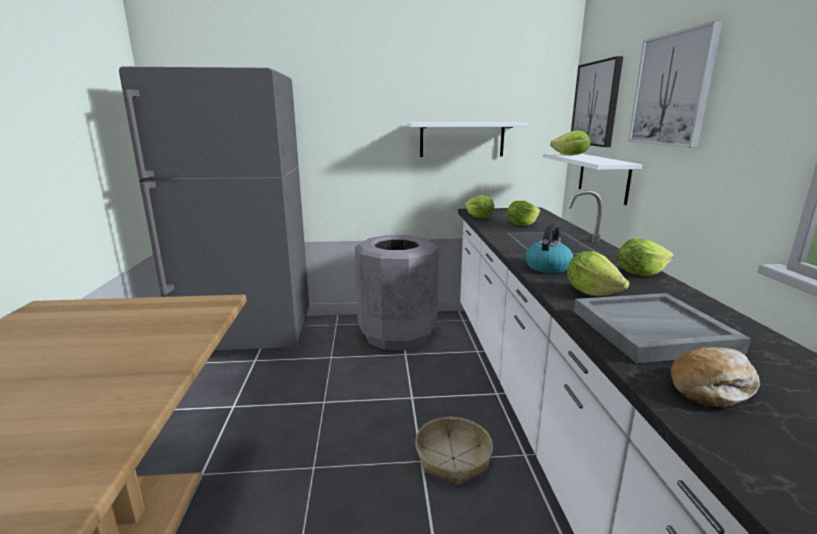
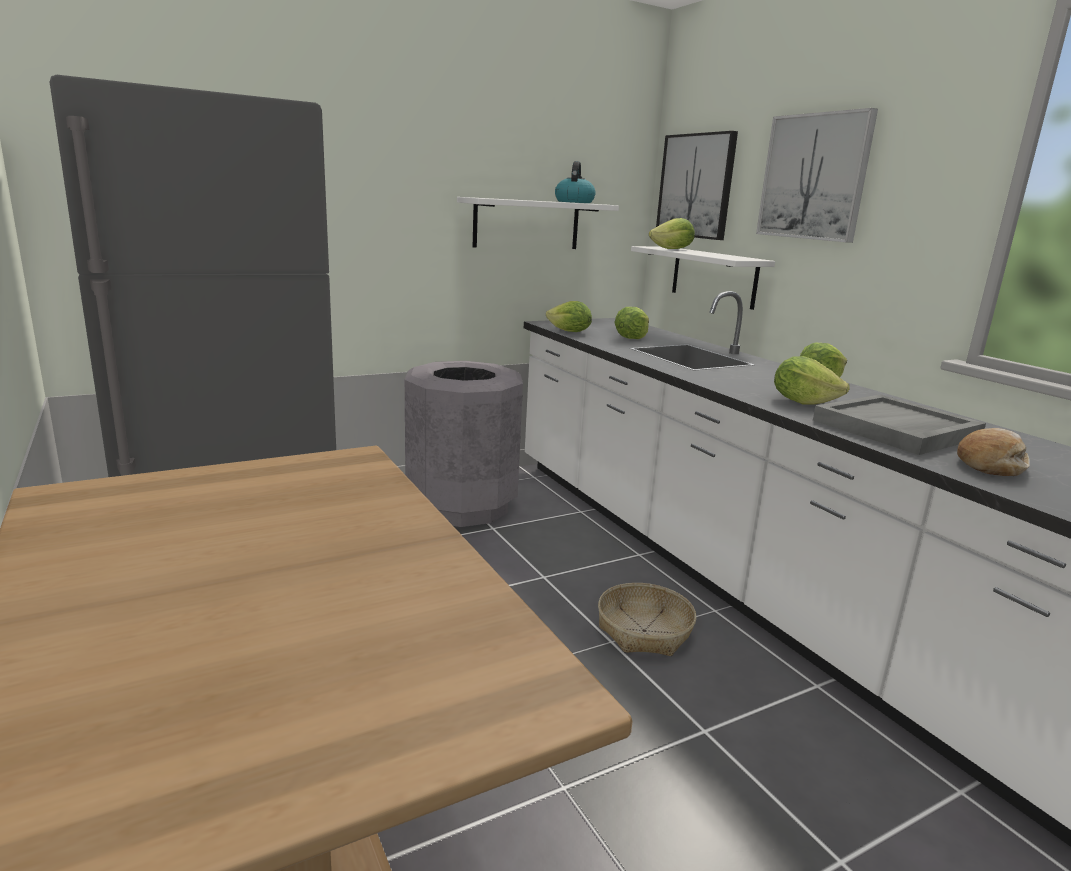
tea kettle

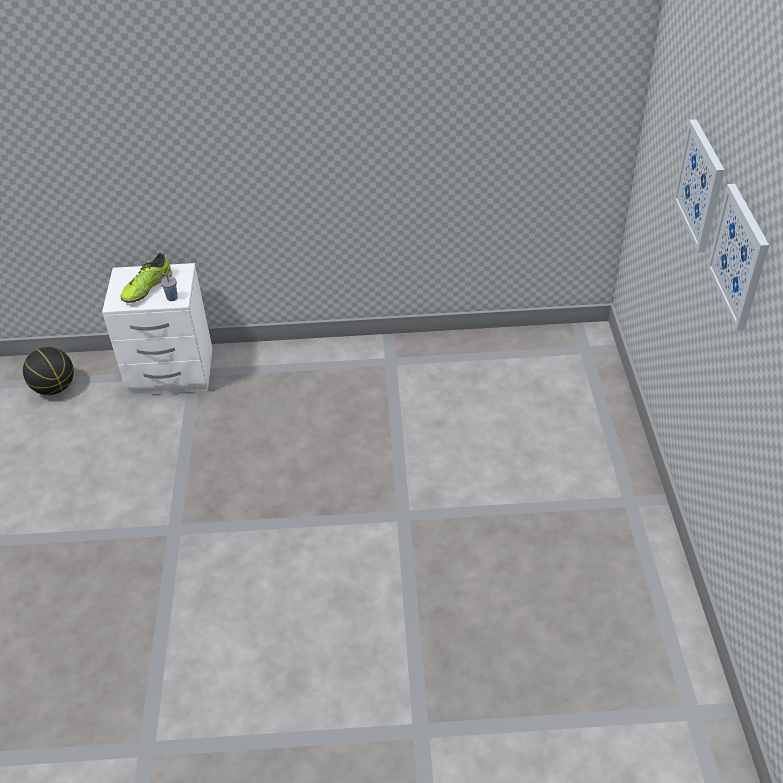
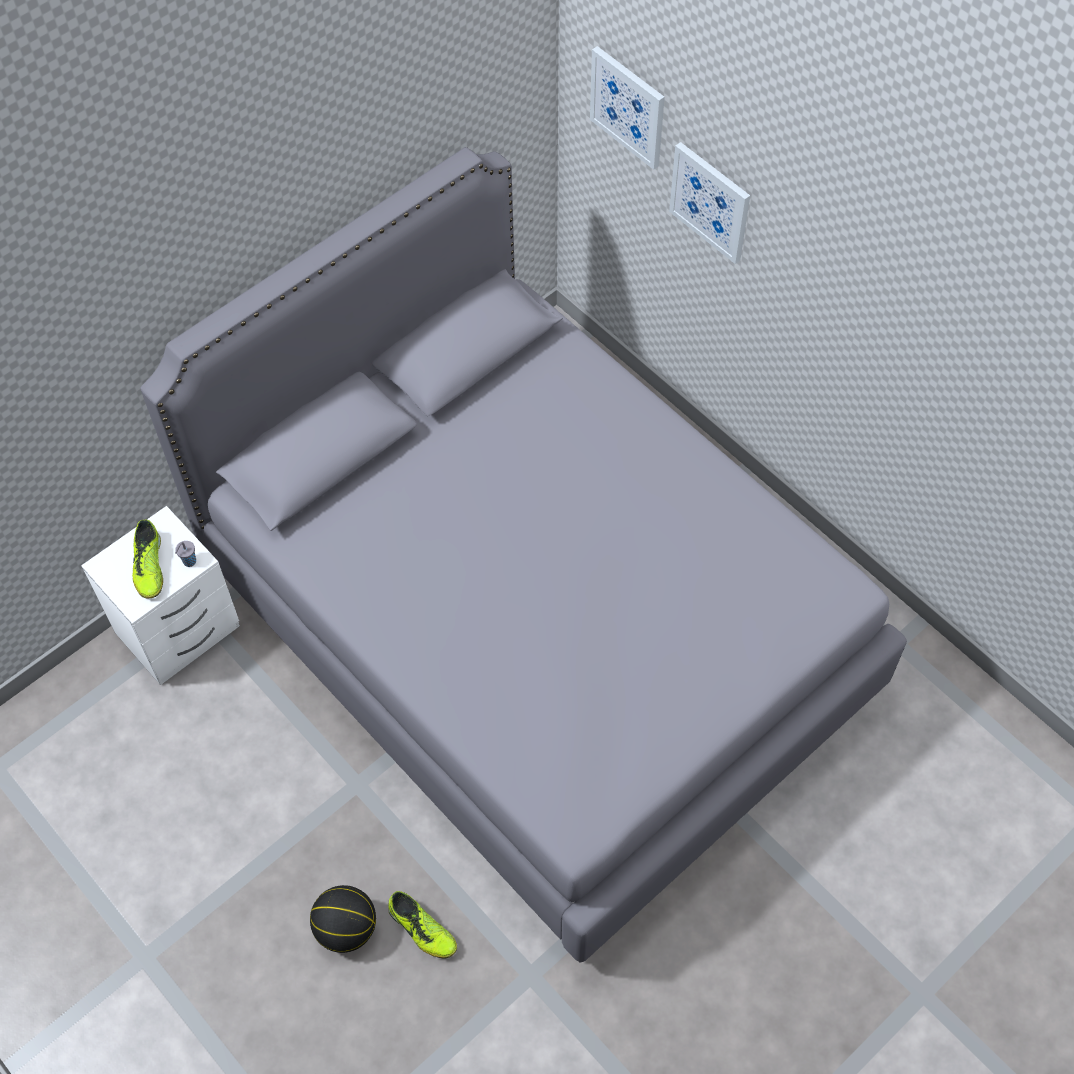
basketball
wall art (1st from left)
bed/greyish
item of footwear (2nd from left)

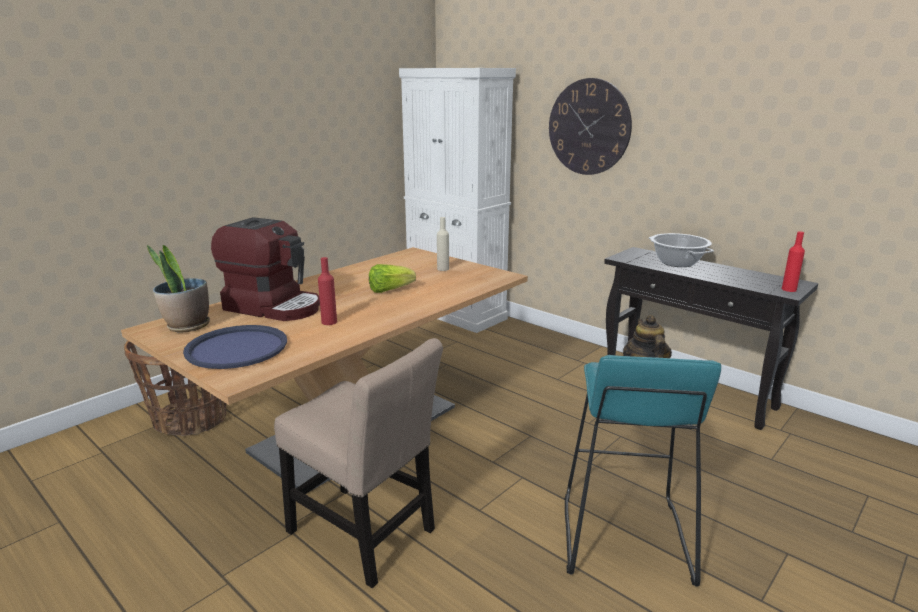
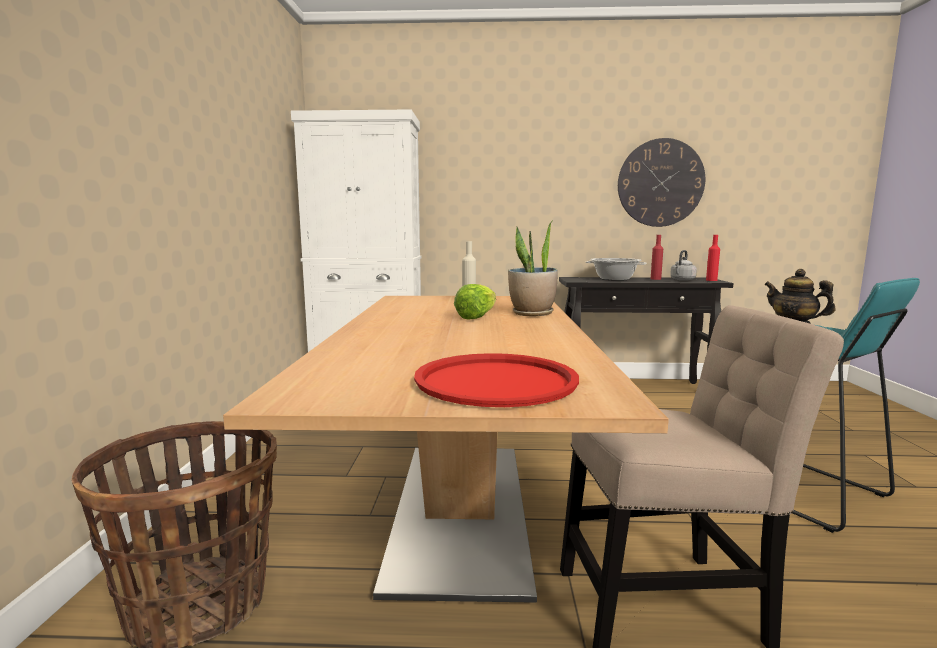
potted plant
tray/reddish
coffee machine
beverage bottle/reddish (1st from left)
hanging clock
tea kettle/greyish

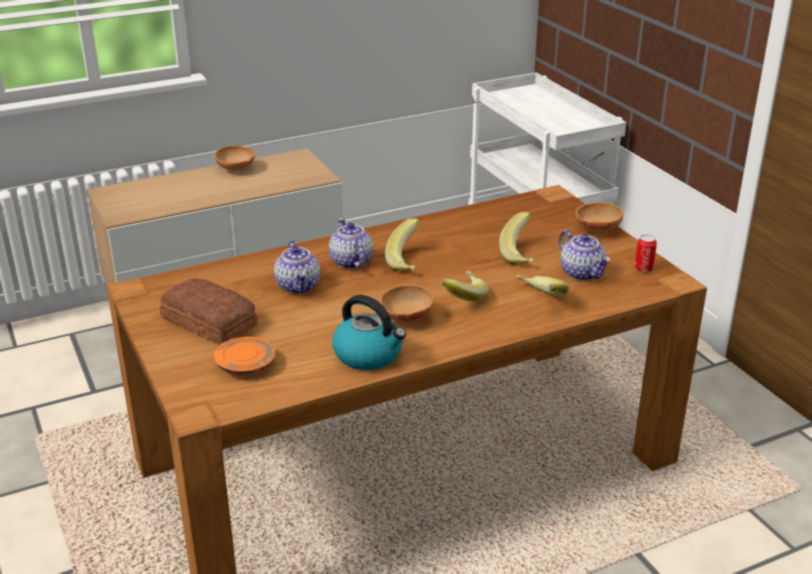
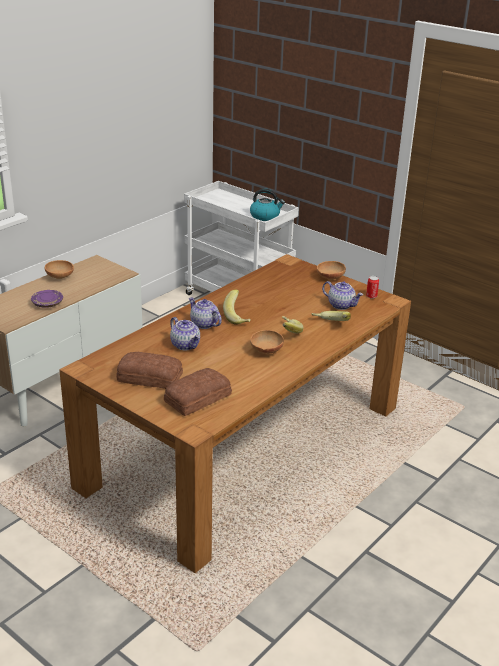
baked bread (2nd from left)
tea kettle
banana fruit (3rd from left in the first image)
dinner plate/purplish

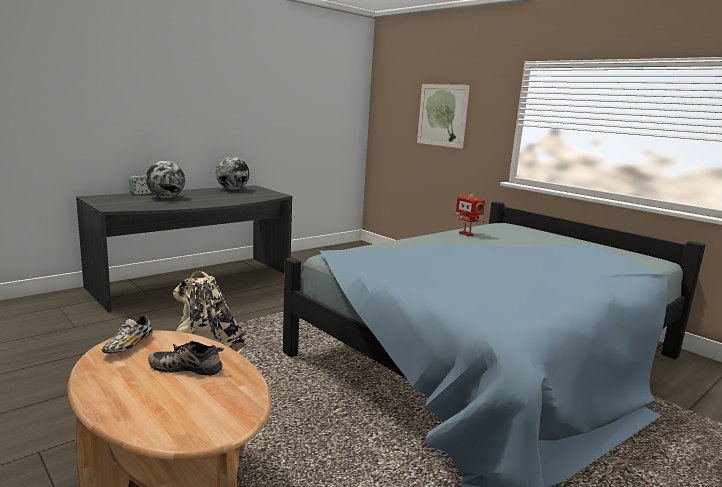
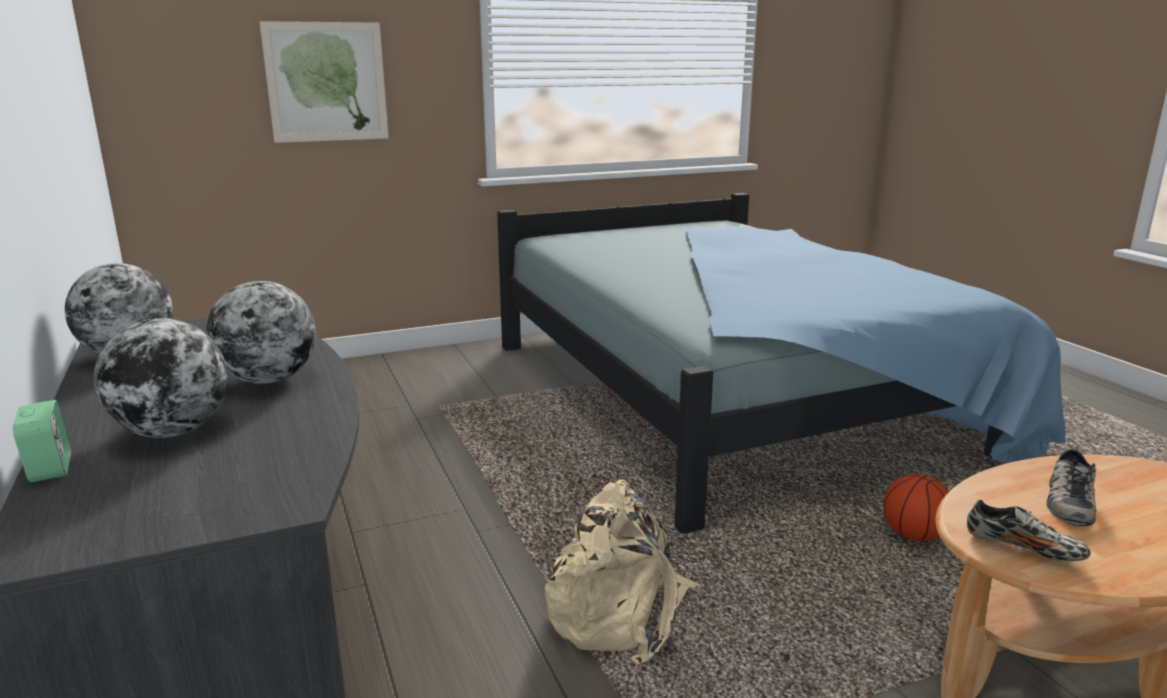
toy robot
globe (3rd from left)
basketball

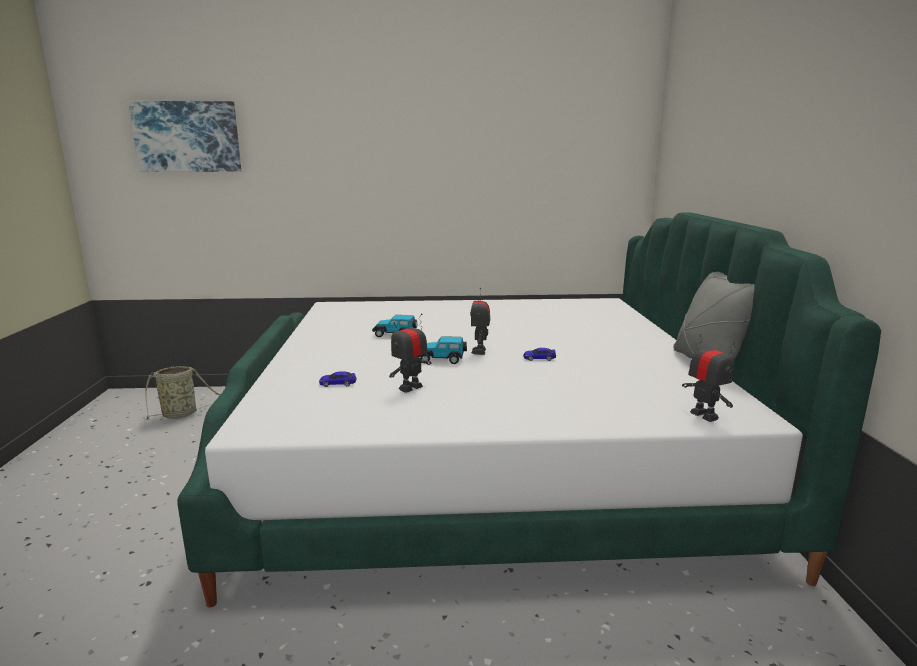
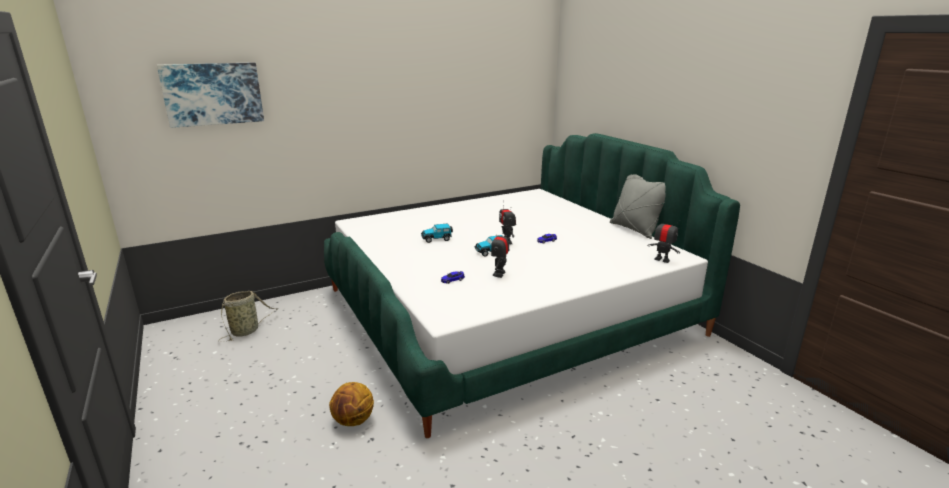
basketball

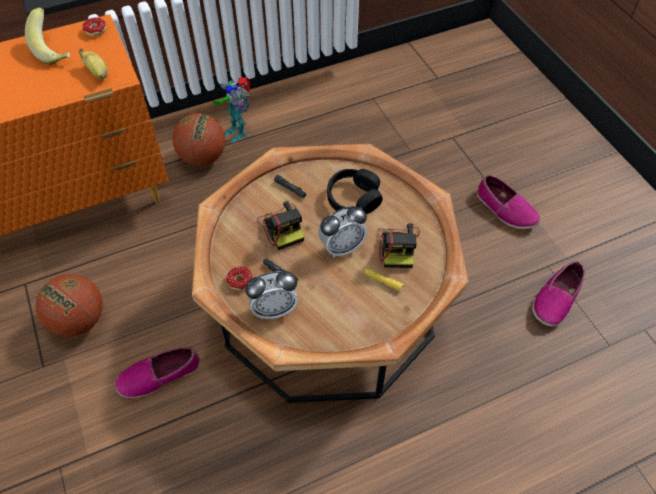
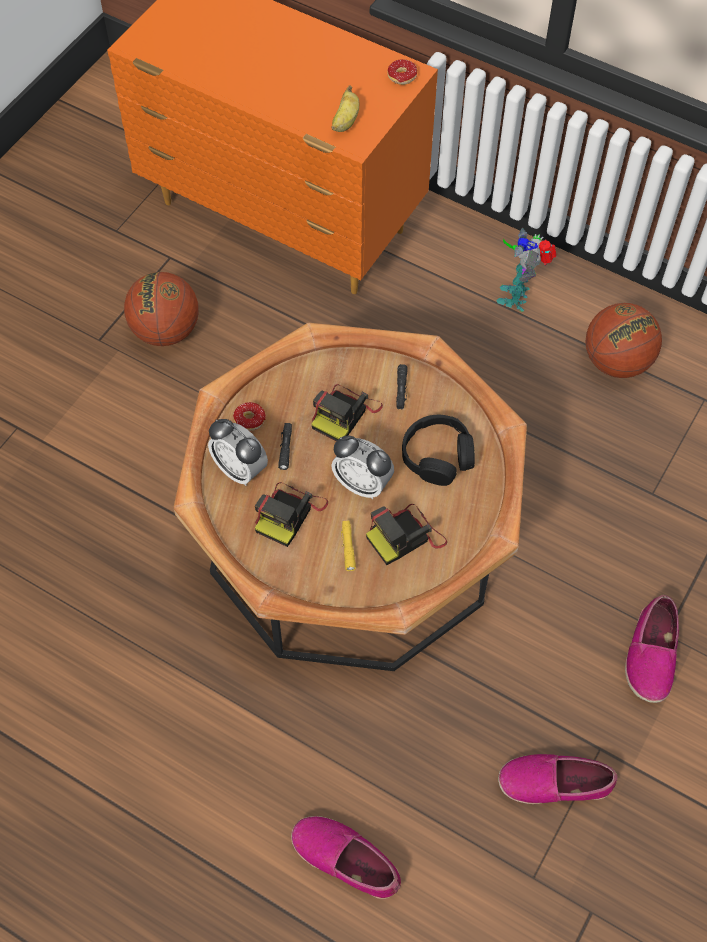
banana fruit (1st from left in the first image)
item of footwear (1st from left)
basketball (2nd from left)
still camera (1st from left)

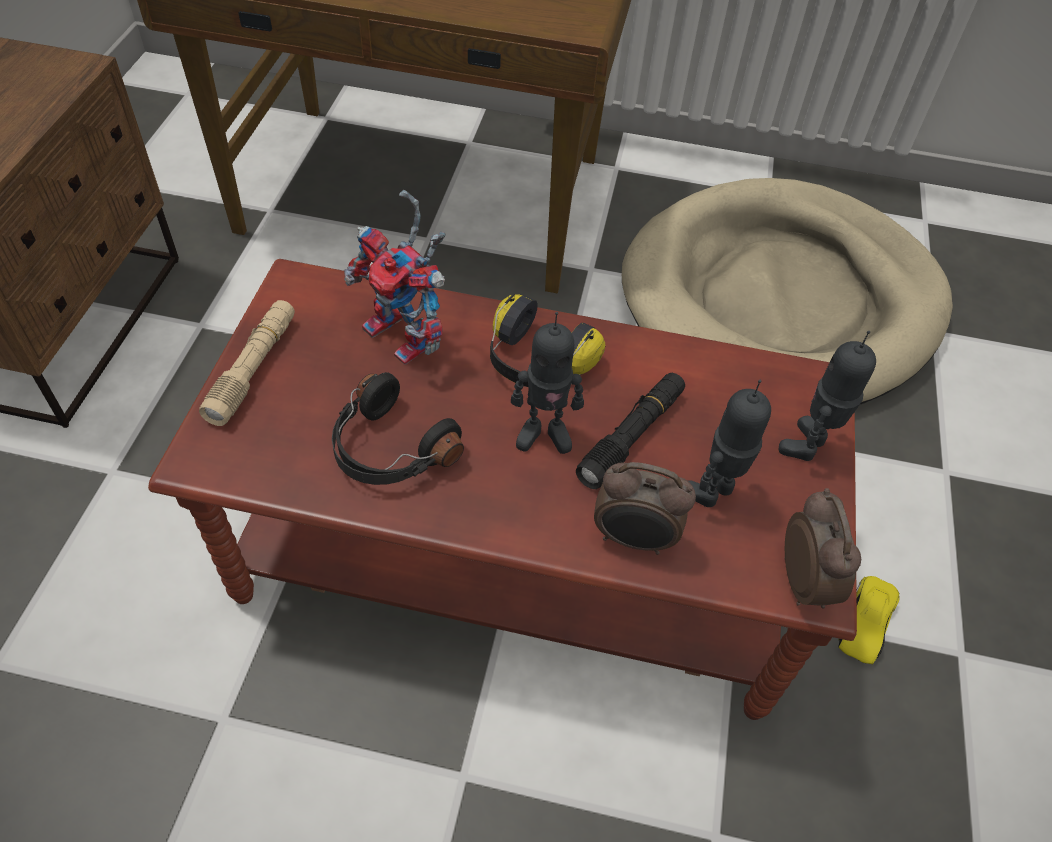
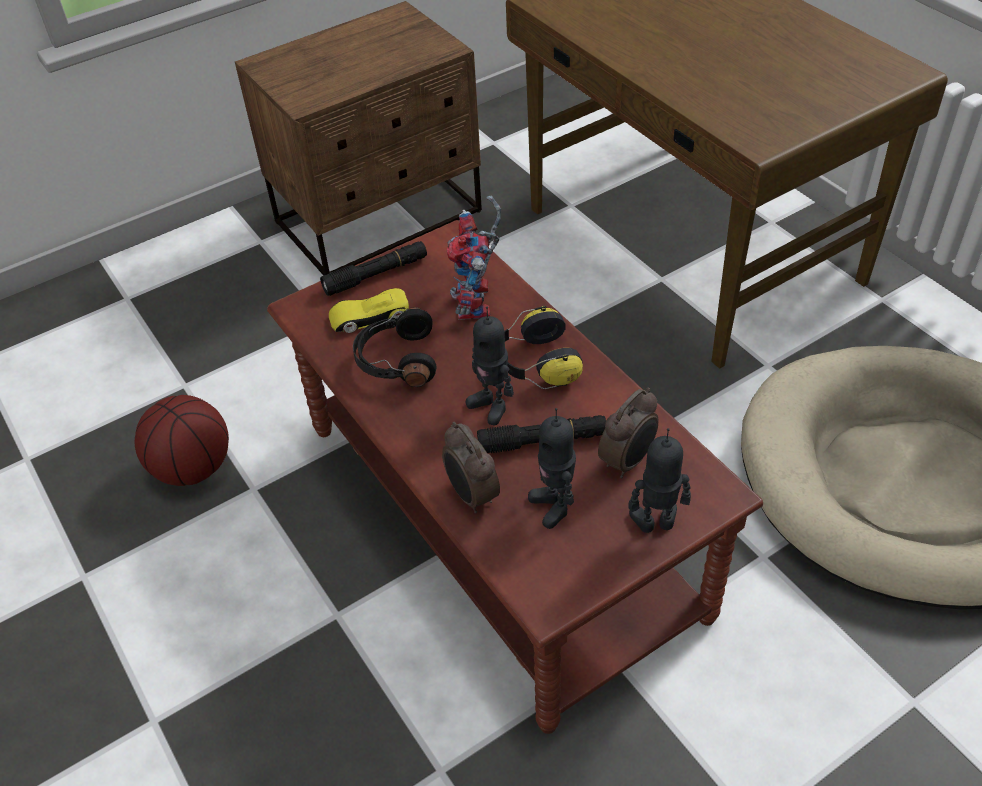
torch/black-coloured (1st from left)
toy robot (3rd from left)
alarm clock (2nd from left)
toy car/yellow
basketball

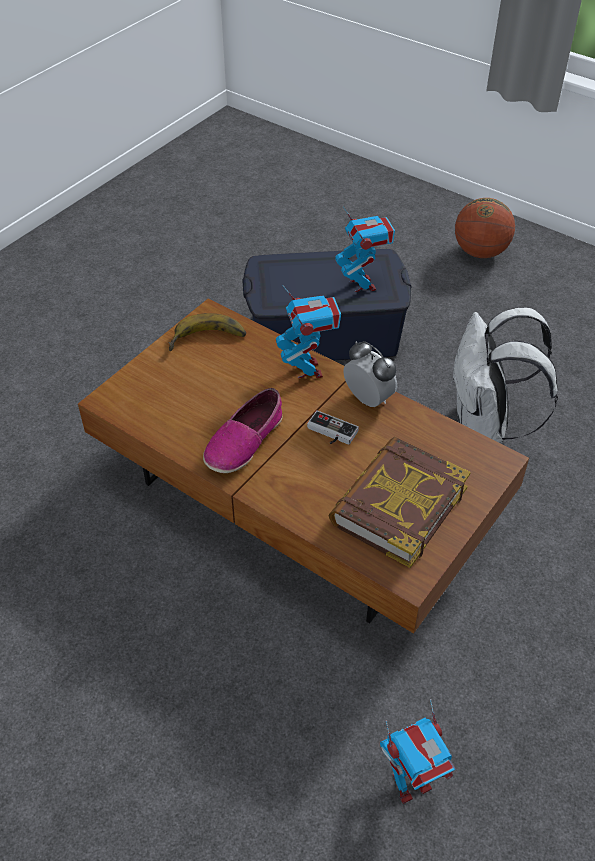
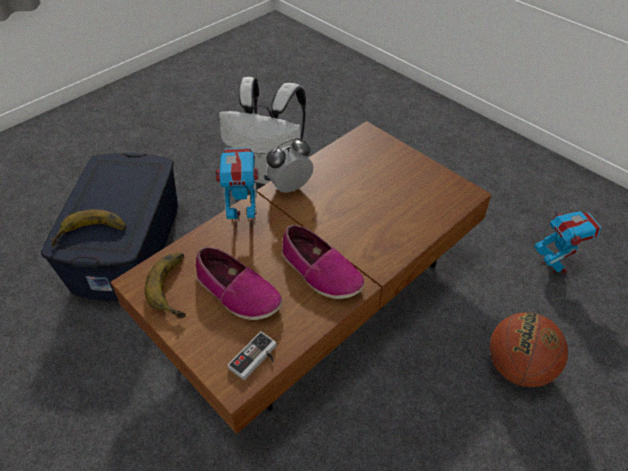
gamepad
volume
toy robot (2nd from left in the first image)
basketball
banana fruit (1st from left)
item of footwear (1st from left)

